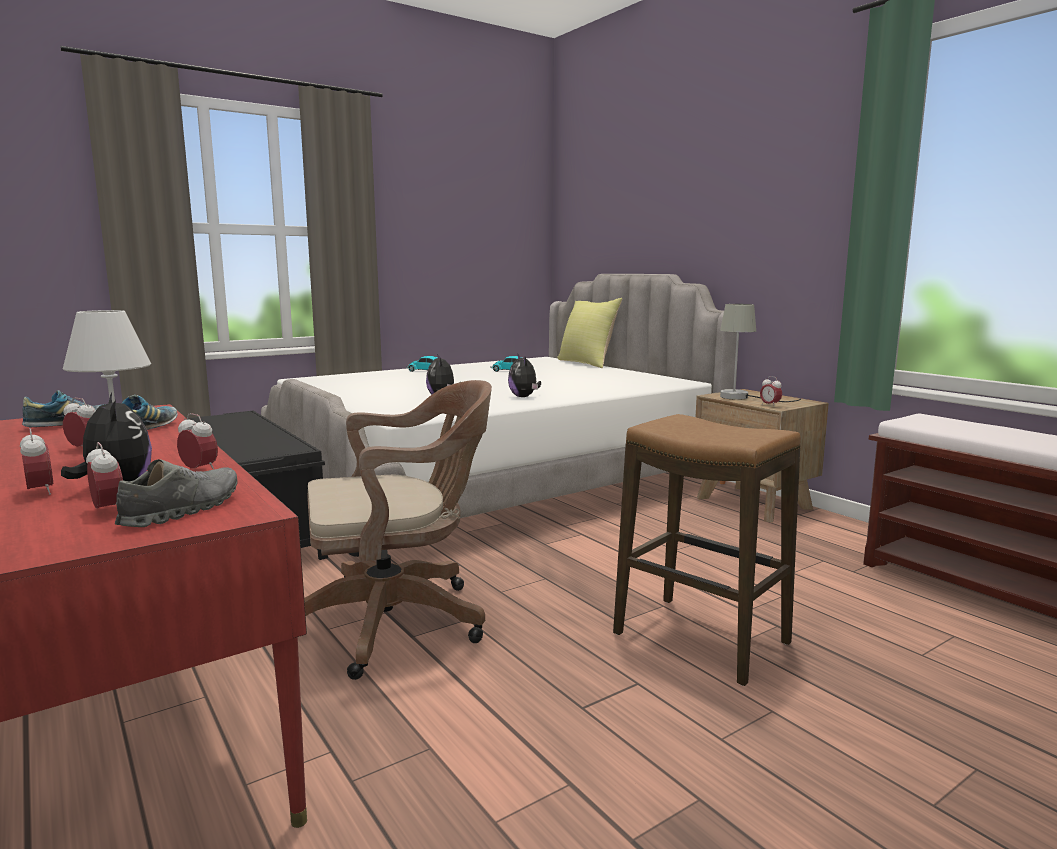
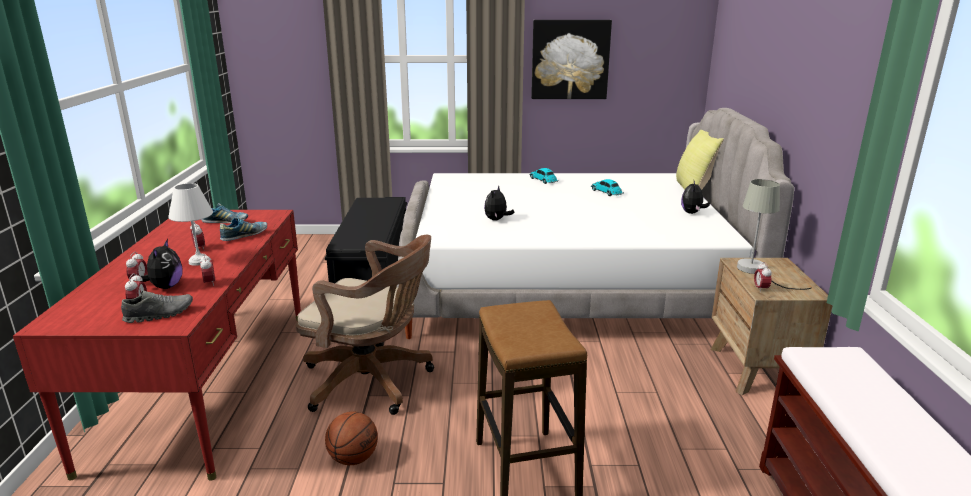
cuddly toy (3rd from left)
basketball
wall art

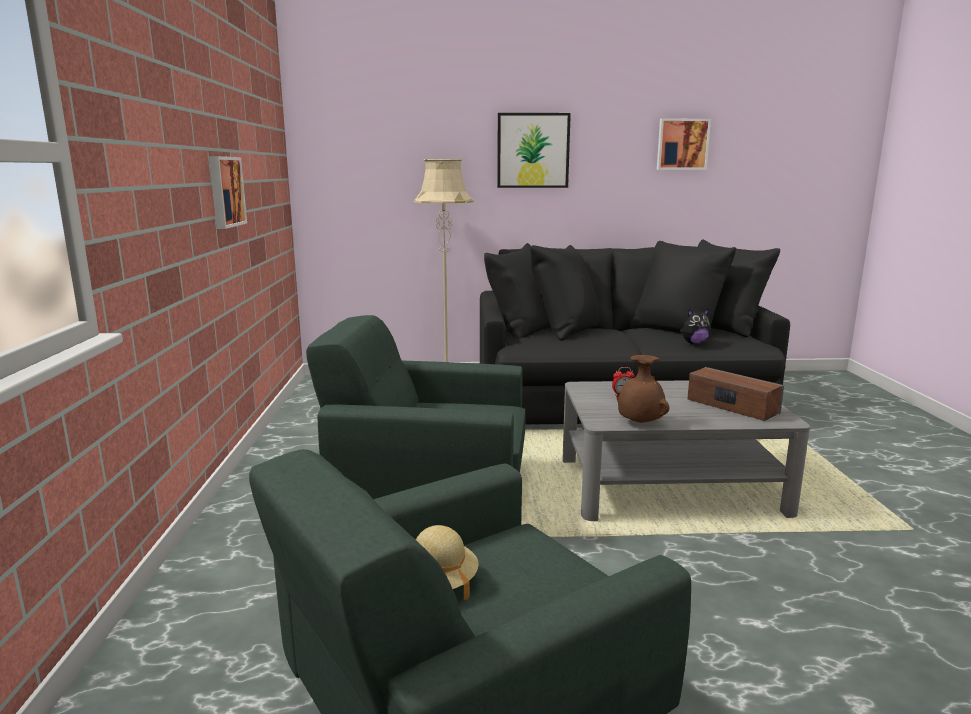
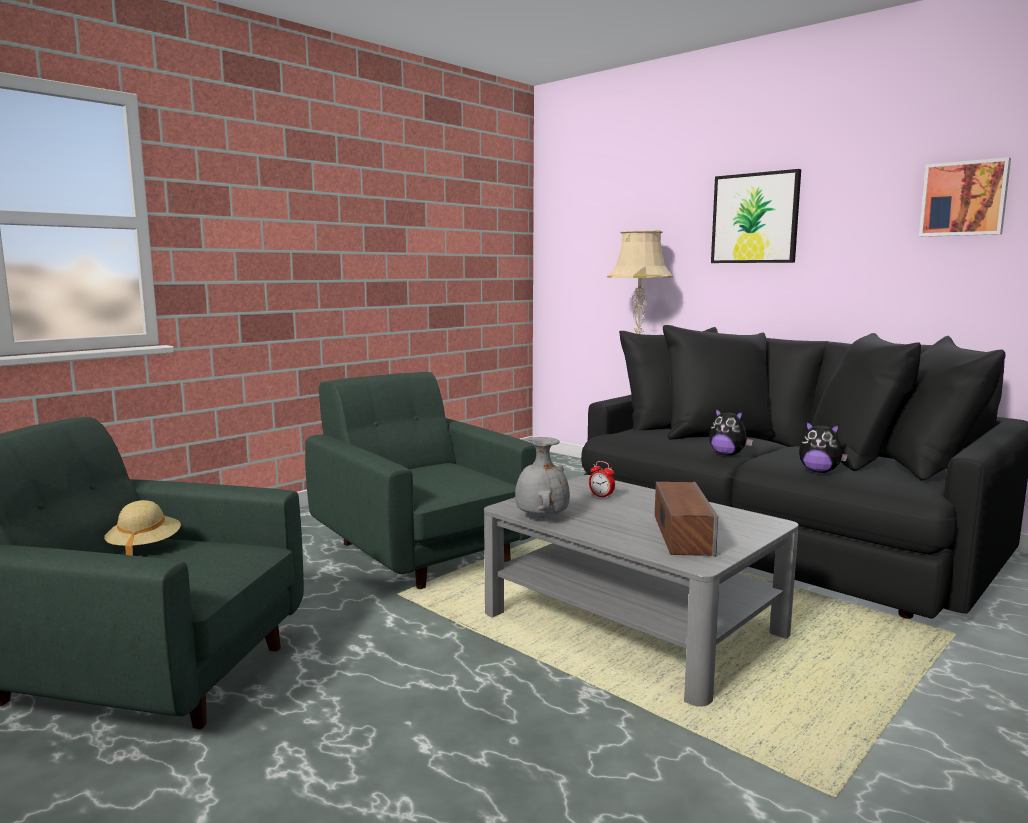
wall art (1st from left in the first image)
vase/greyish
cuddly toy (1st from left)

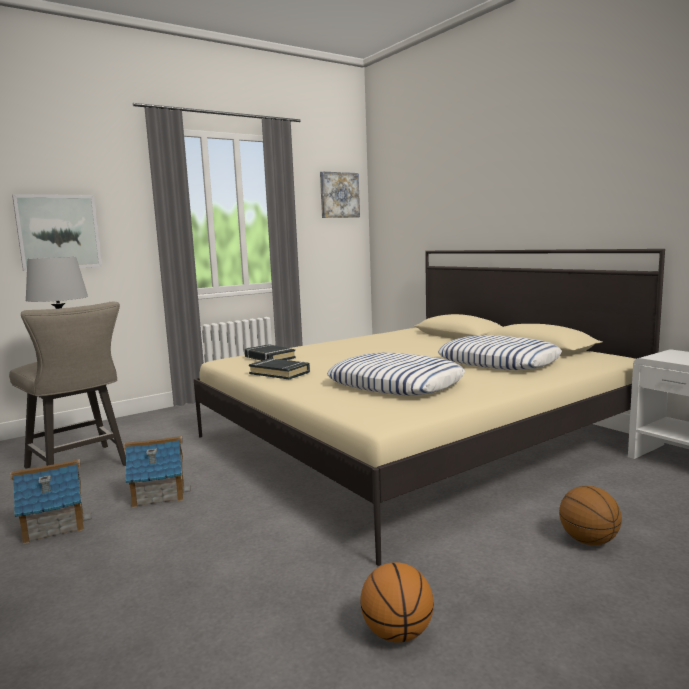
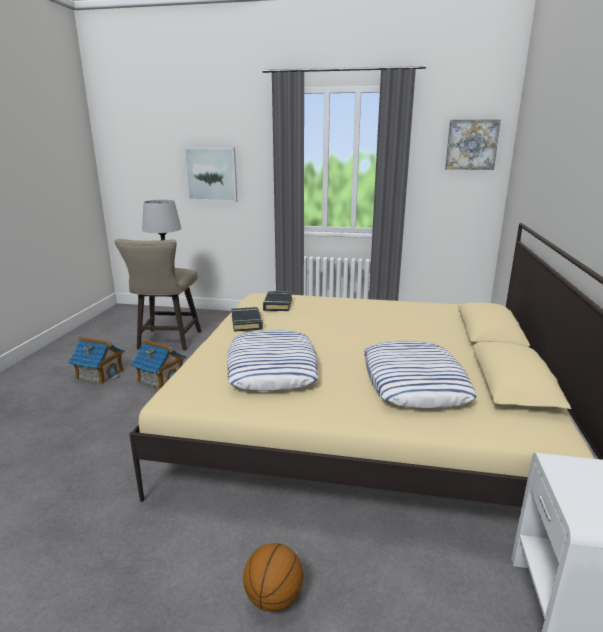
basketball (1st from left in the first image)

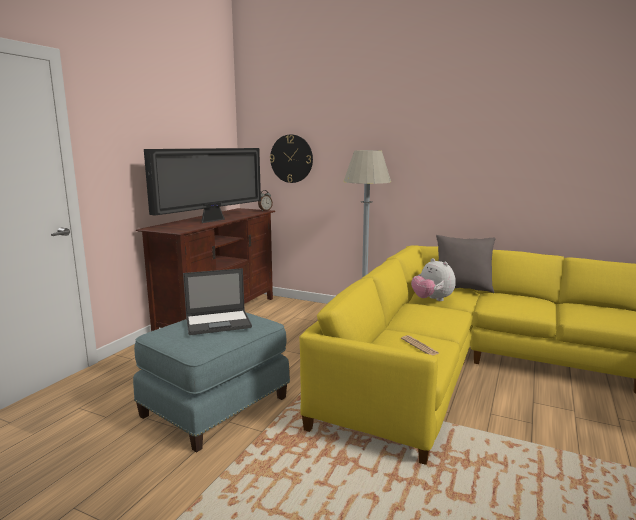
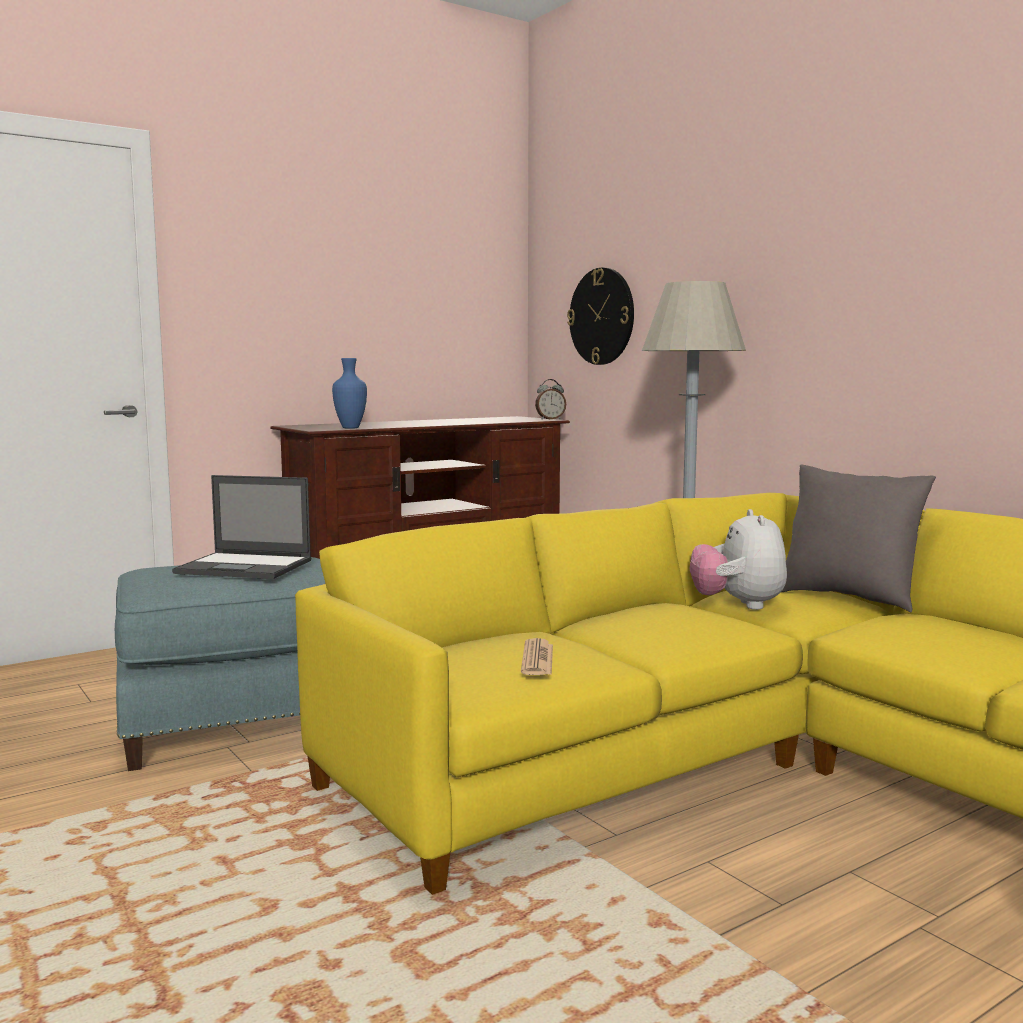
TV
vase/blue

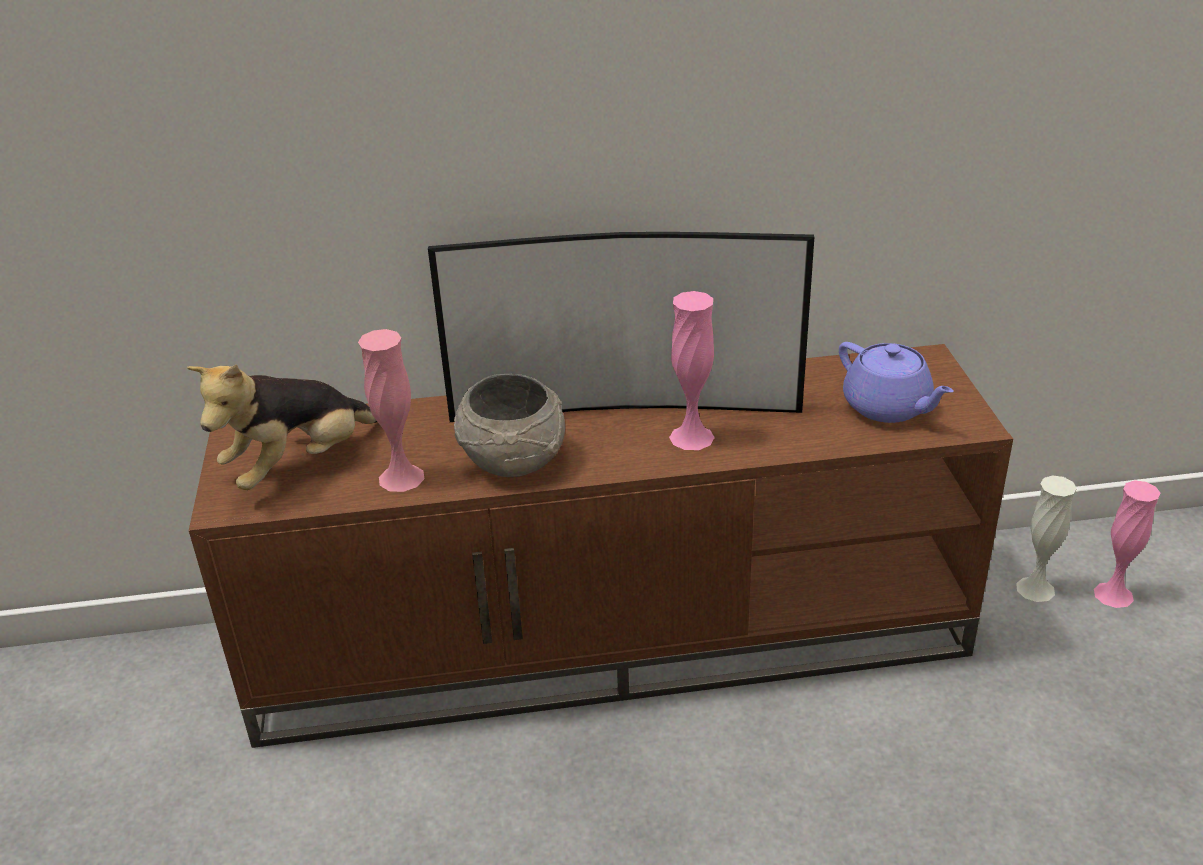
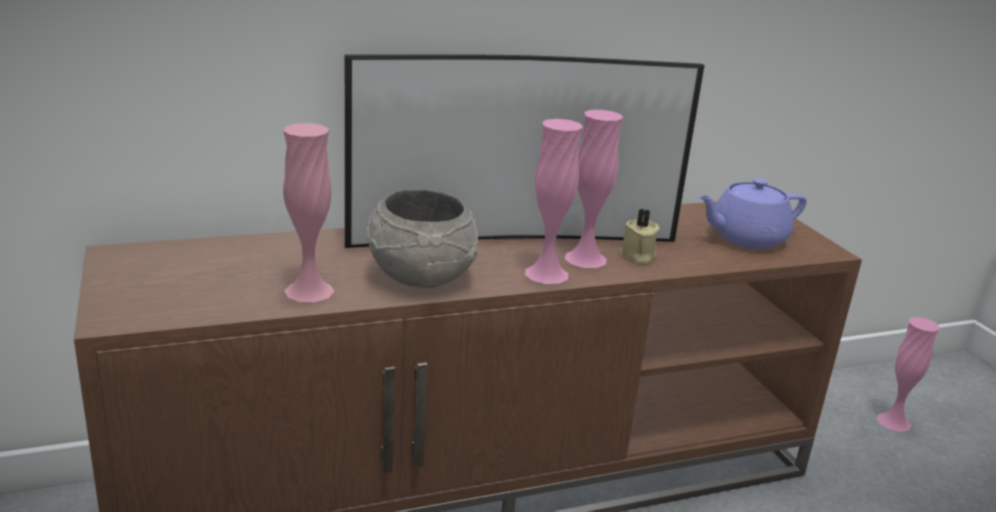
cuddly toy
teapot/purplish
vase/white
vase/pink (2nd from left)
candle/beige-coloured

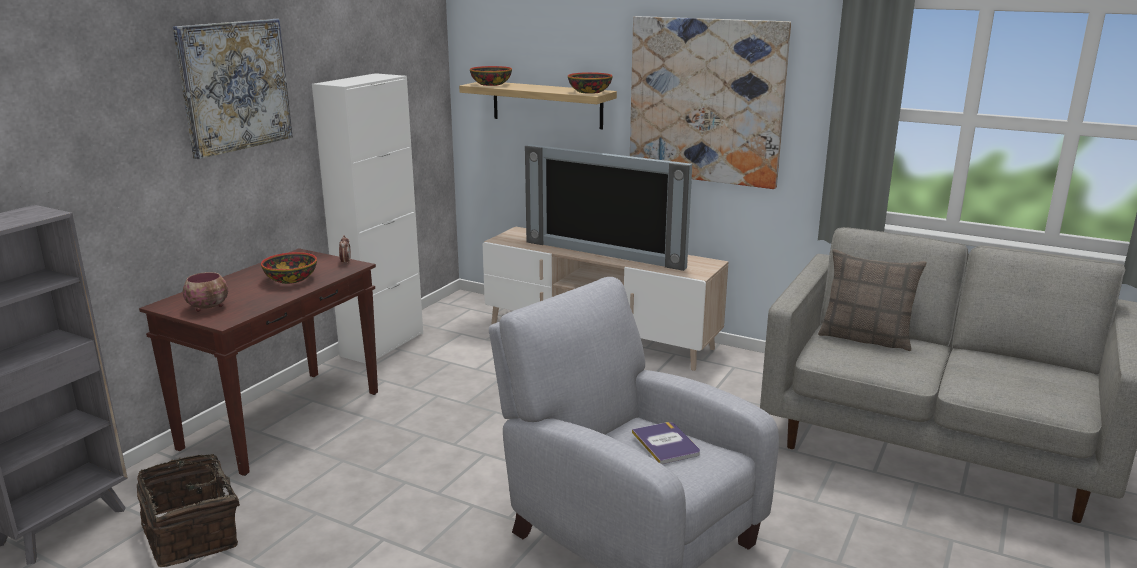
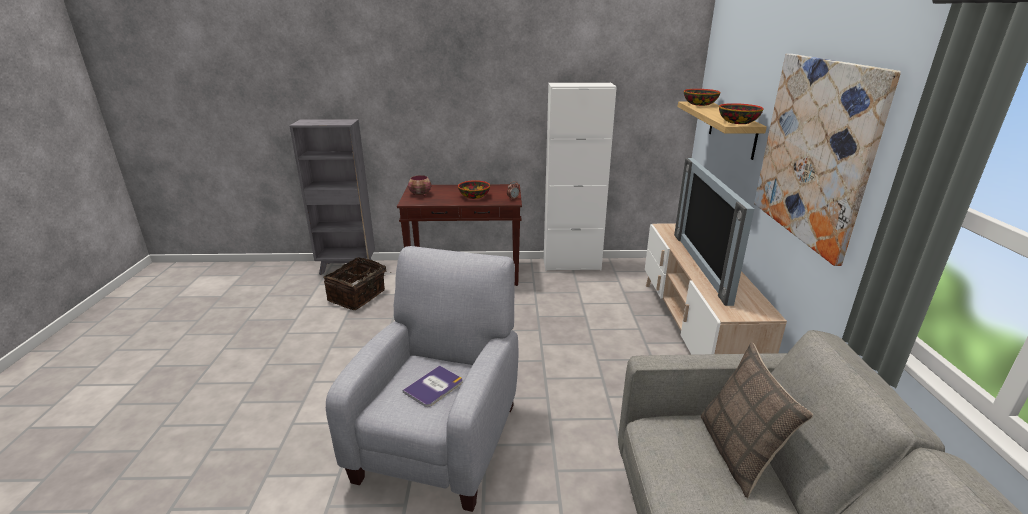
wall art (1st from left in the first image)

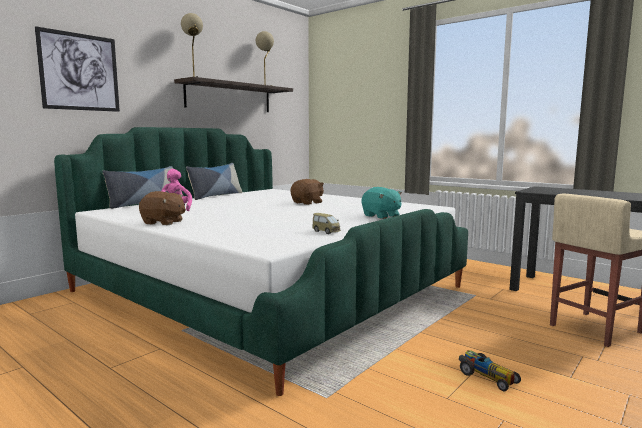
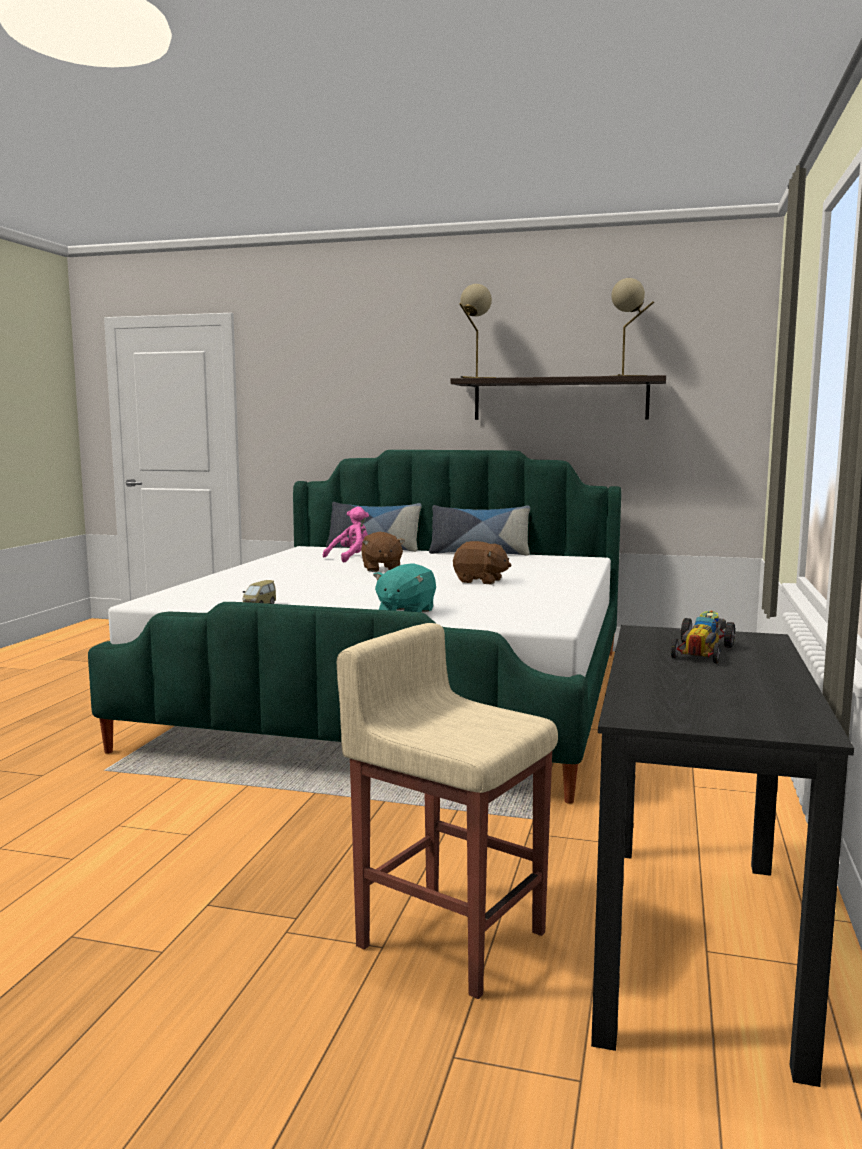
wall art
cuddly toy/brown (1st from left)
toy car (2nd from left)

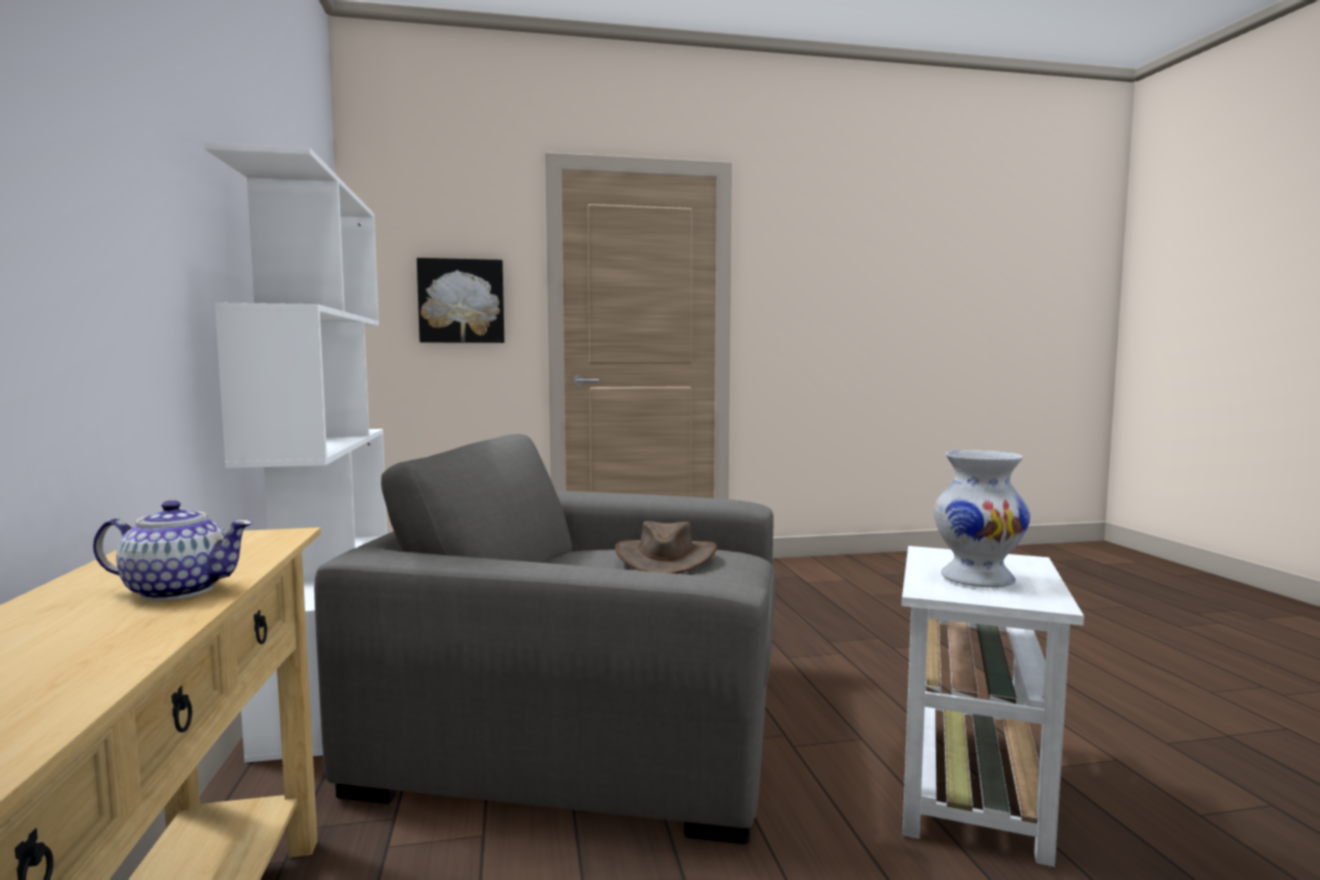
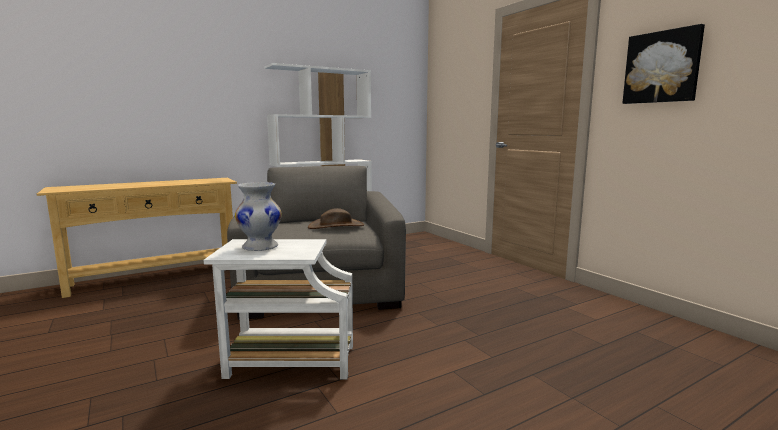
teapot
wall art

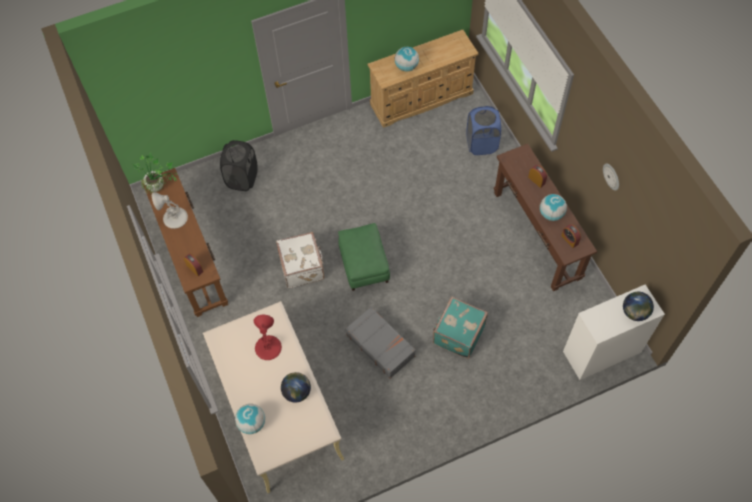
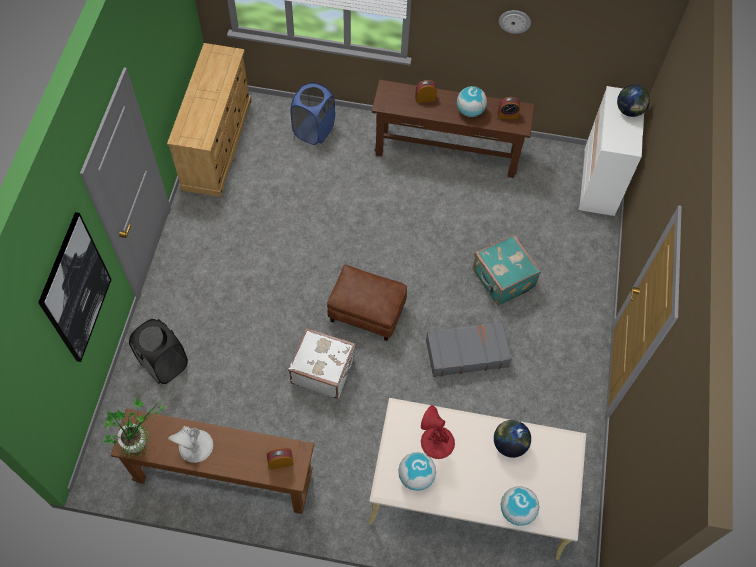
pouffe/brown
globe (1st from left)
wall art

